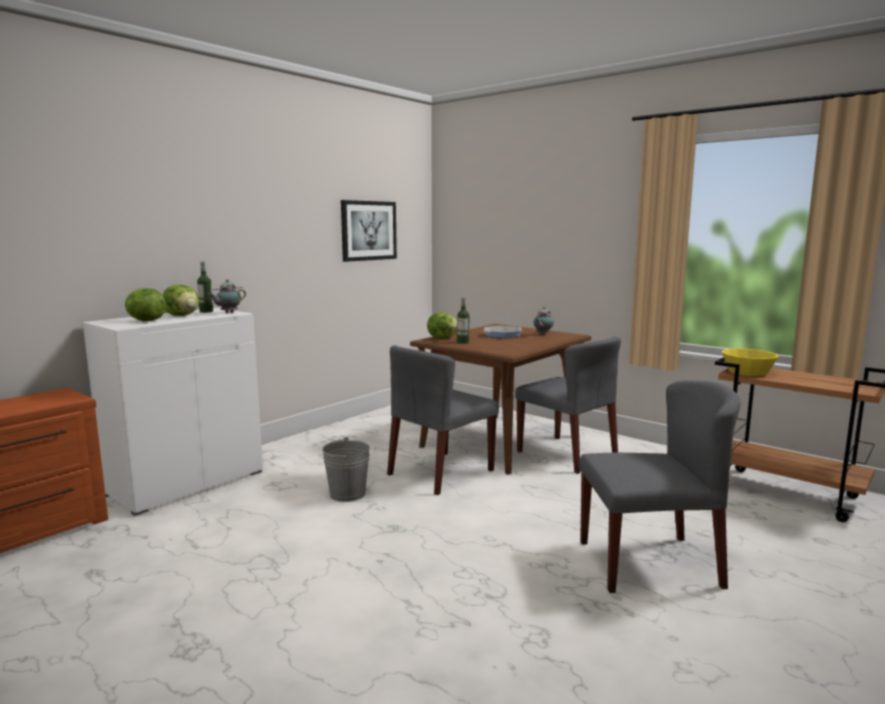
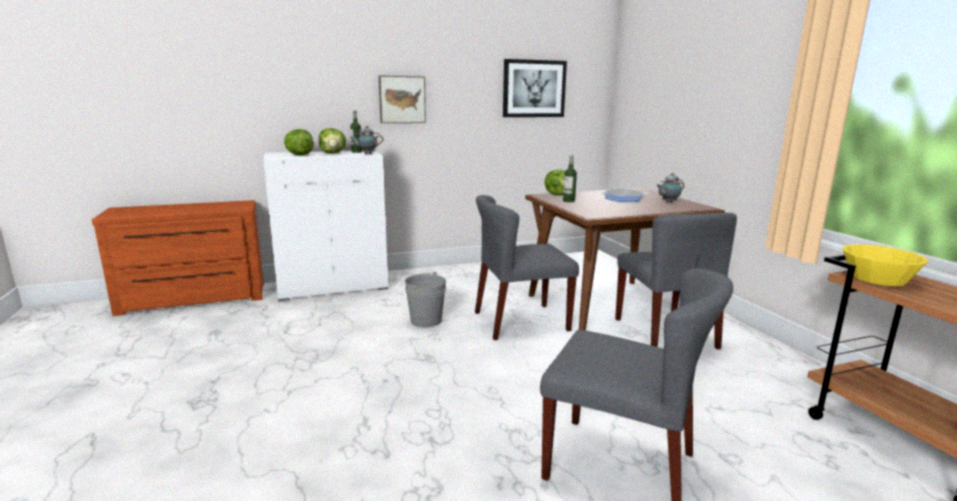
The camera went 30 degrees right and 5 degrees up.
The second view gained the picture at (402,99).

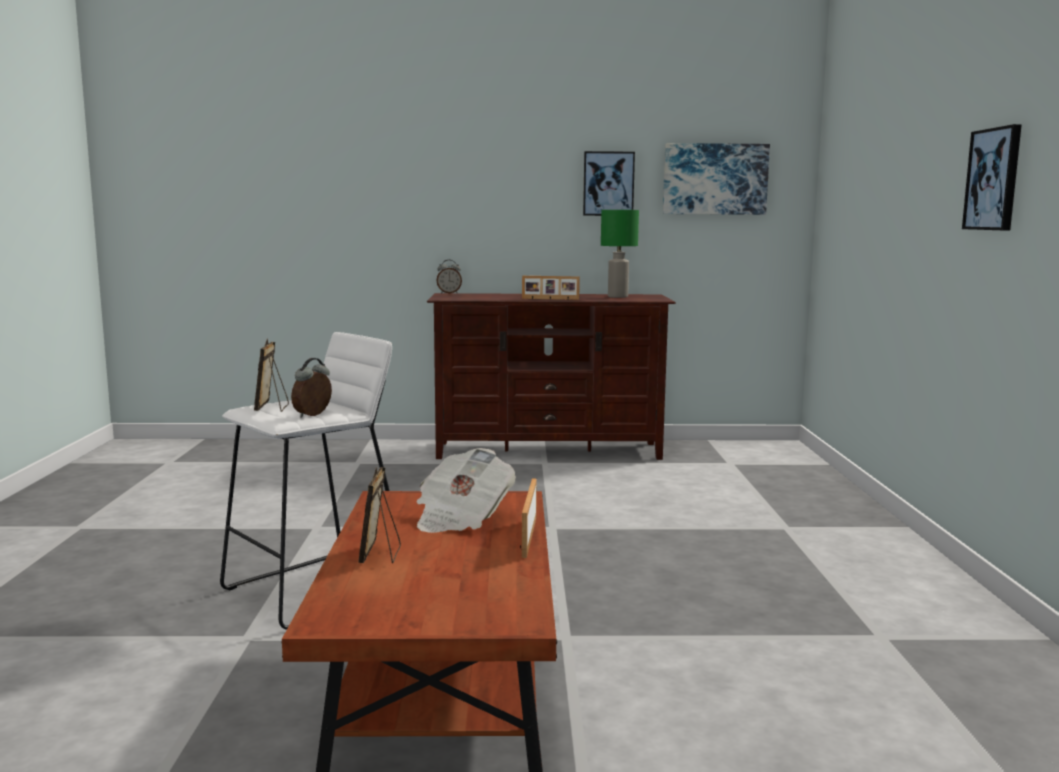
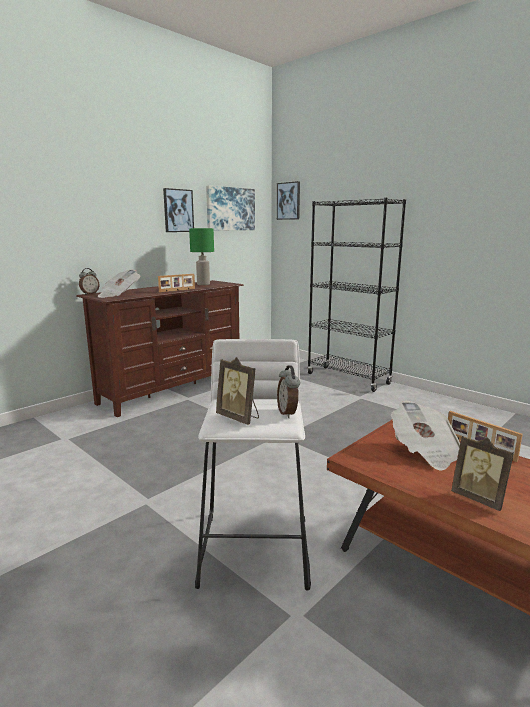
The camera went 45 degrees left and 5 degrees up.
The picture ended up elsewhere, having gone from (994,179) to (288,201).
The second view gained the newspaper at (119,295).
The second view gained the black-coloured_bookshelf at (348,379).

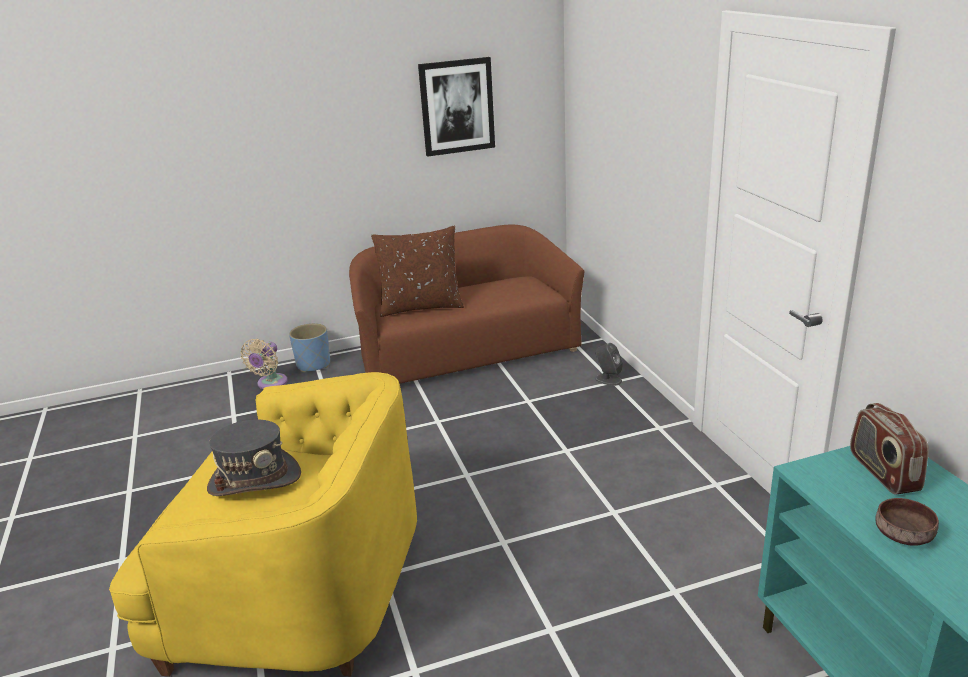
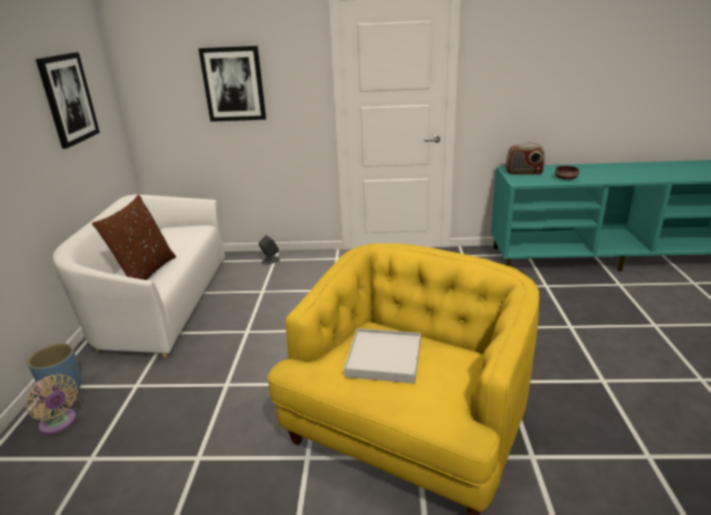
The camera went 70 degrees left and 0 degrees up.
Where the greyish_hat stood at (255,480), the white_tray came to stand at (384,358).
What was the brownish_sofa at (464,351) turned into the white_sofa at (160,303).
The second view gained the picture at (233,84).

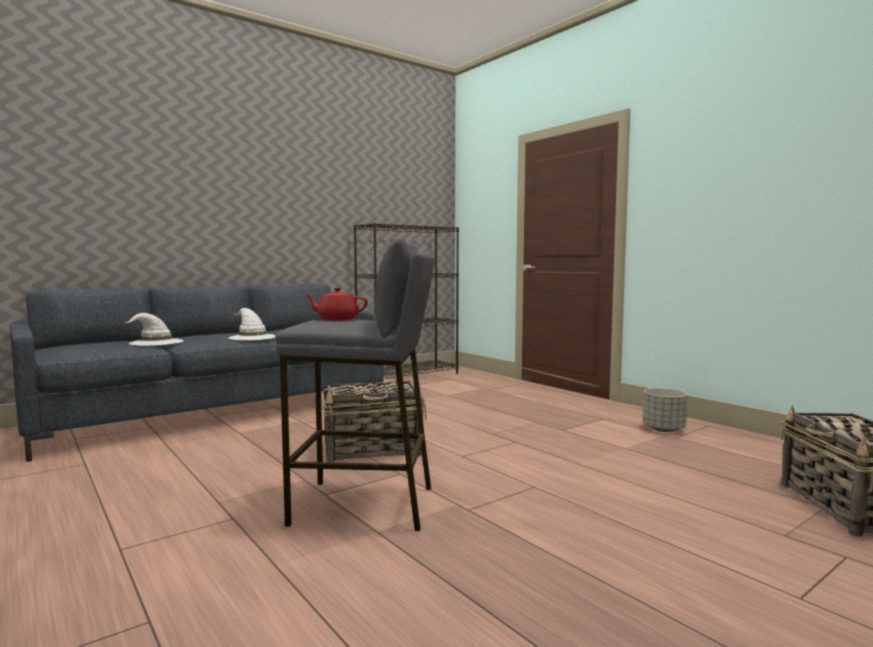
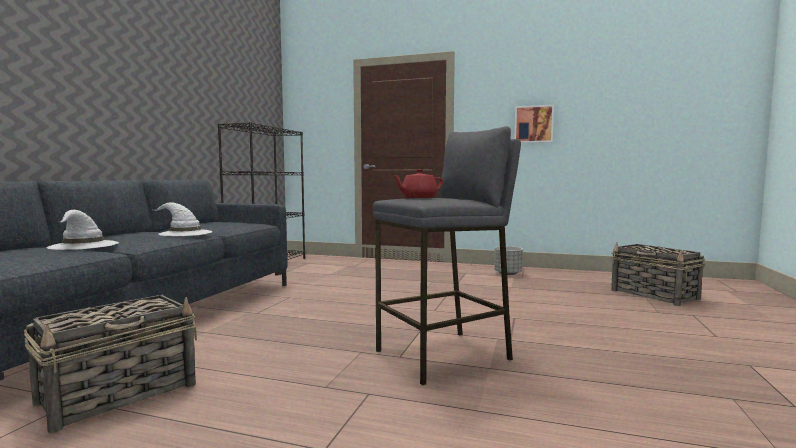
The camera went 35 degrees left and 0 degrees up.
The storage_basket ended up elsewhere, having gone from (374,450) to (120,393).
The second view gained the picture at (533,124).

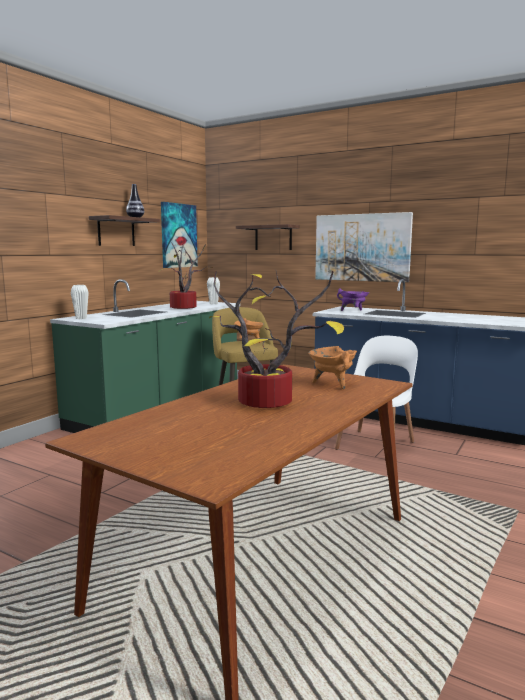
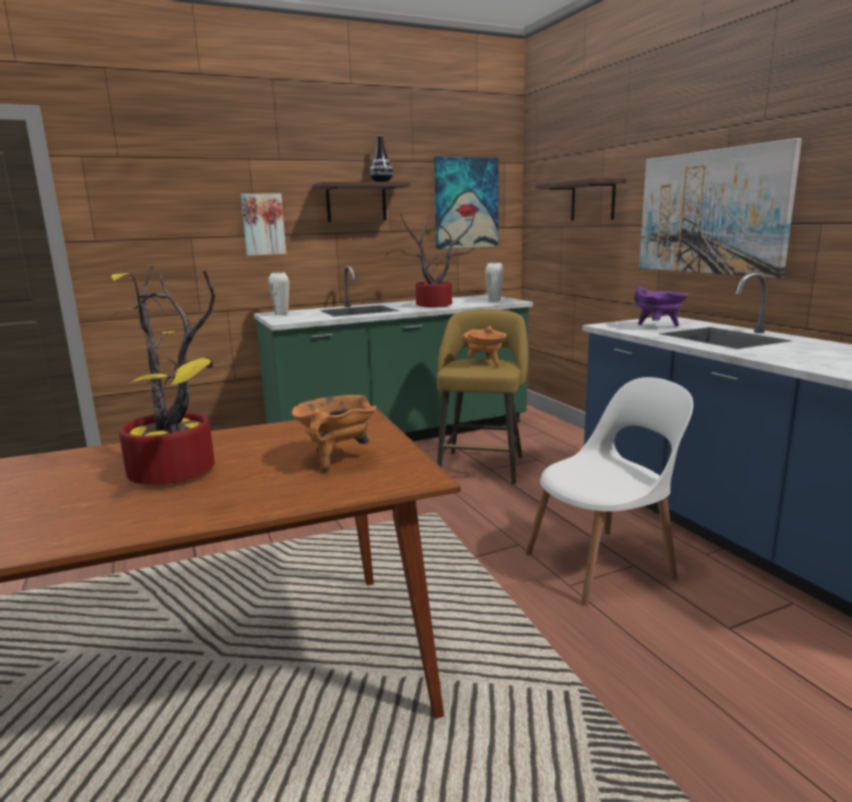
The camera went 35 degrees right and 5 degrees up.
The second view gained the picture at (263,224).

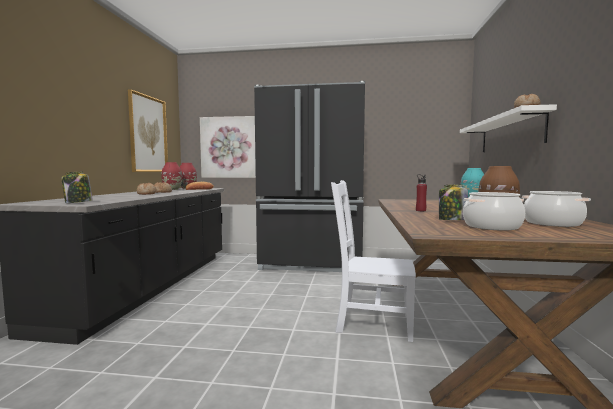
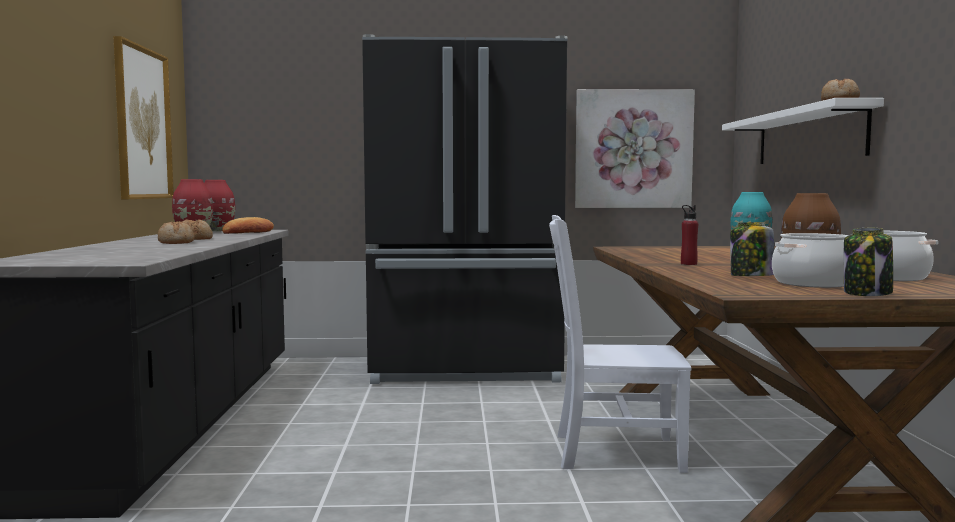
The camera went 10 degrees left and 0 degrees up.
The storage_jar ended up elsewhere, having gone from (78,202) to (867,293).
The picture ended up elsewhere, having gone from (230,147) to (633,149).

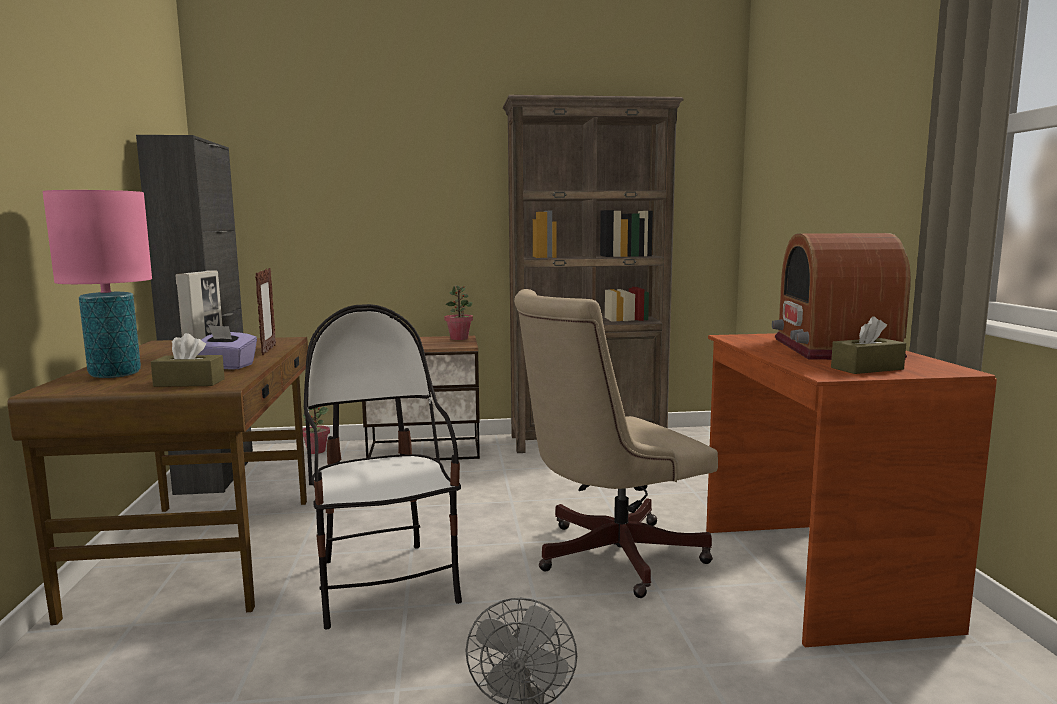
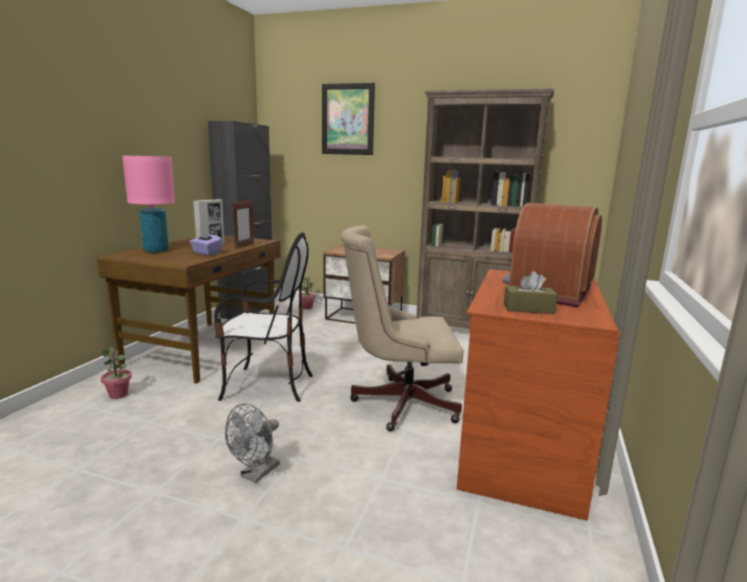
The camera went 25 degrees right and 5 degrees up.
The second view lost the brownish_tissue_box at (189,383).
The plain_chair at (385,583) ended up facing another way, 90 degrees clockwise from before.
The plant_in_a_pot ended up elsewhere, having gone from (459,338) to (118,395).
The second view gained the picture at (348,119).

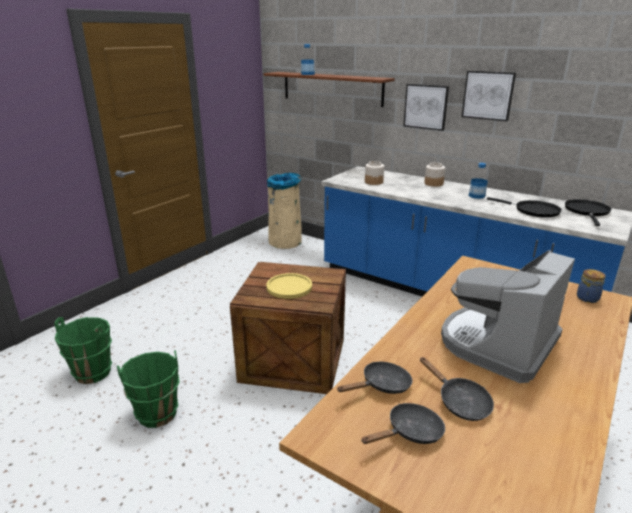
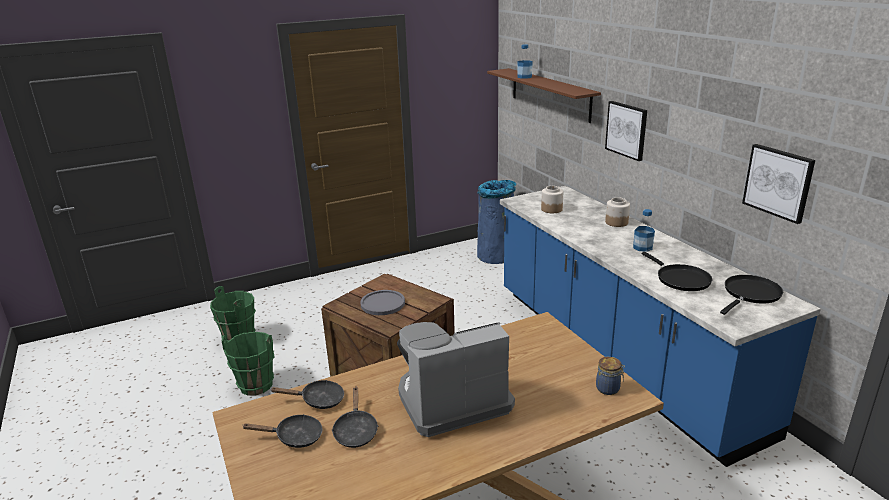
The camera went 30 degrees right and 0 degrees up.
What was the yellow_dinner_plate at (289,287) turned into the greyish_dinner_plate at (382,303).
What was the beige-coloured_waste_bin at (285,241) turned into the bluish_waste_bin at (496,255).
The picture ended up elsewhere, having gone from (488,95) to (778,182).

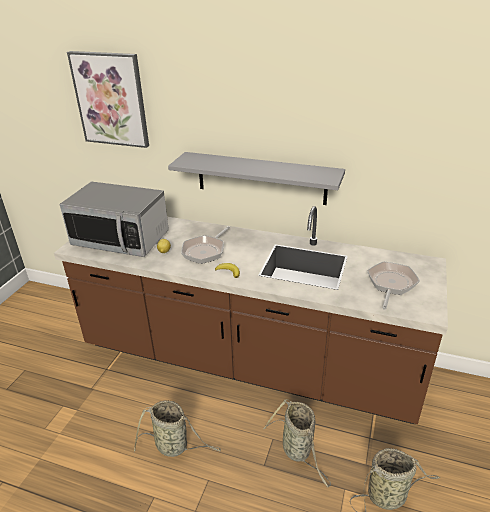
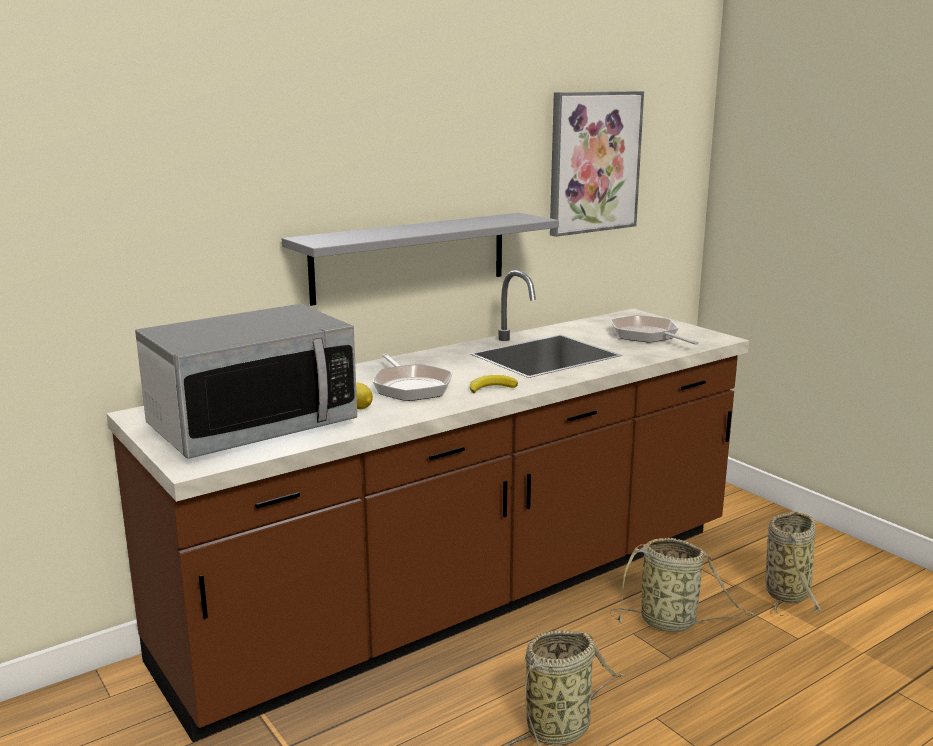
The camera went 55 degrees left and 15 degrees down.
The picture ended up elsewhere, having gone from (111,99) to (594,162).

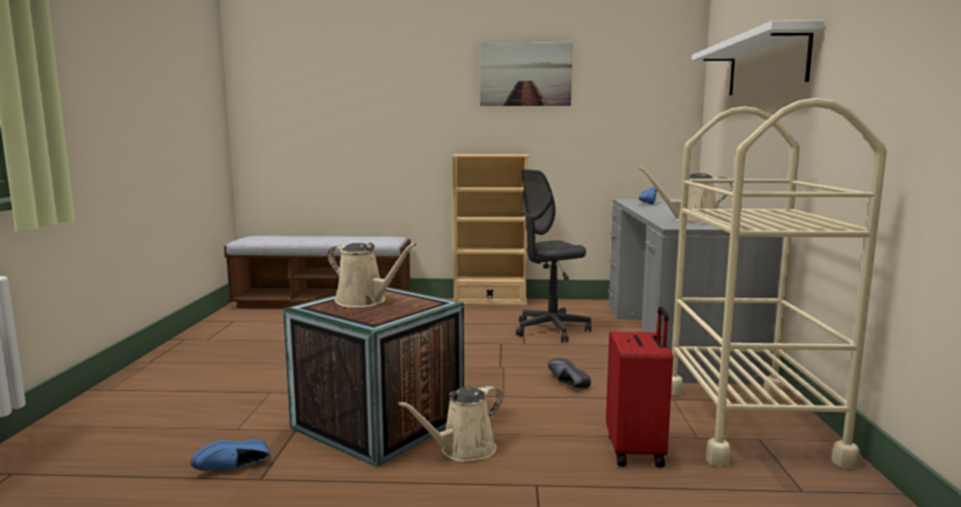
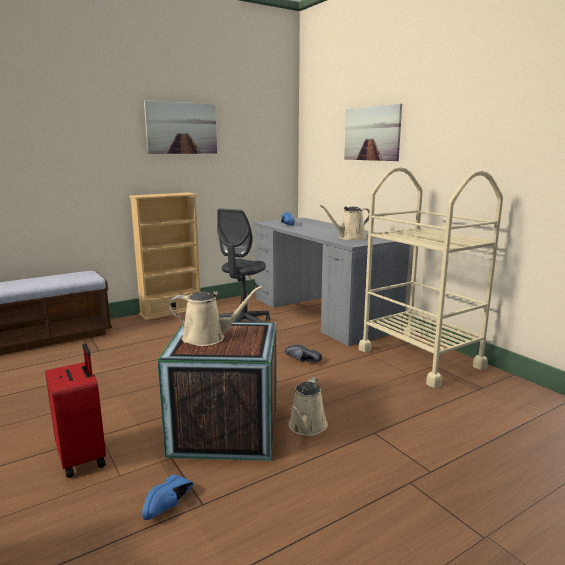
The camera went 35 degrees left and 5 degrees up.
The red_piece_of_luggage ended up elsewhere, having gone from (636,451) to (83,458).
Where the white_shelf hung at (766,65), the picture came to hang at (372,133).

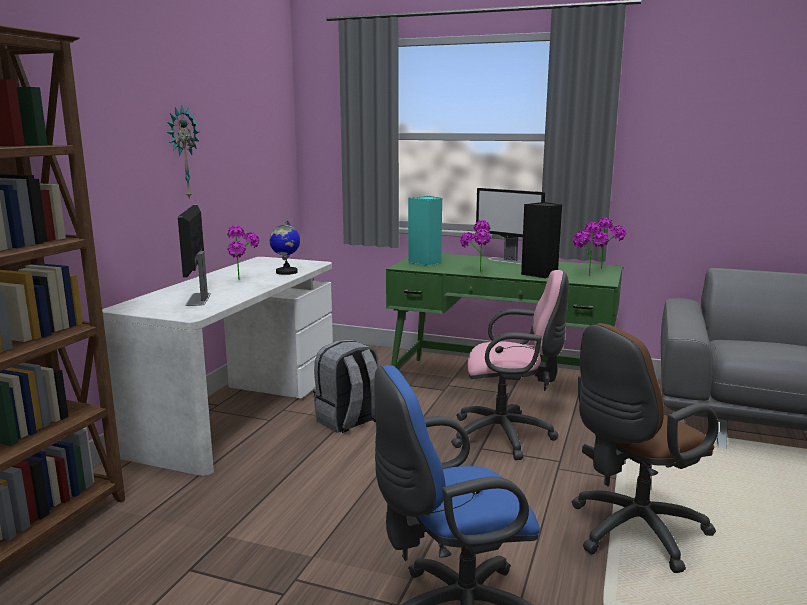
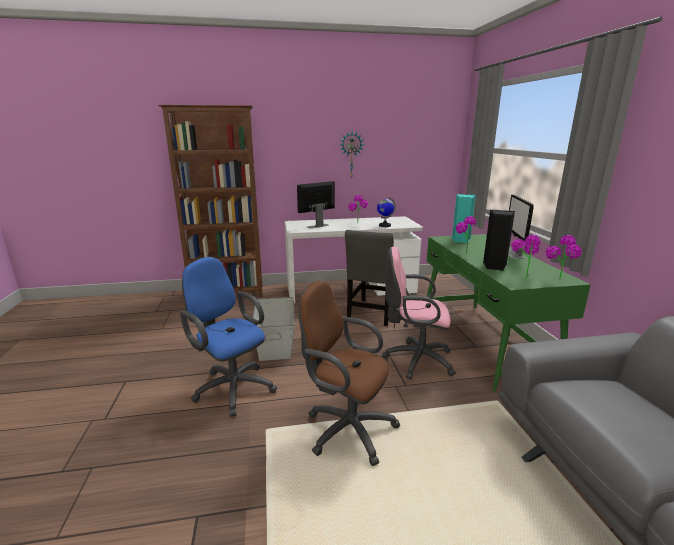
The camera went 60 degrees right and 5 degrees up.
Where the greyish_knapsack stood at (349,421), the greyish_plain_chair came to stand at (372,313).
The pink-coloured_computer_chair at (507,436) ended up facing another way, 120 degrees clockwise from before.
The second view gained the greyish_storage_bin at (276,342).

